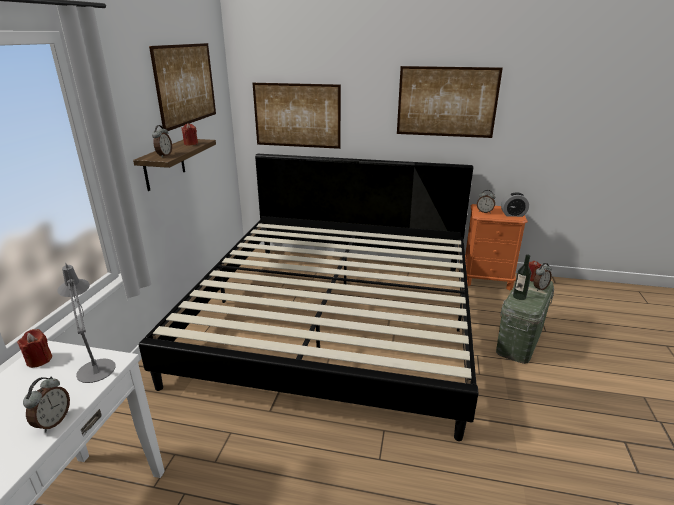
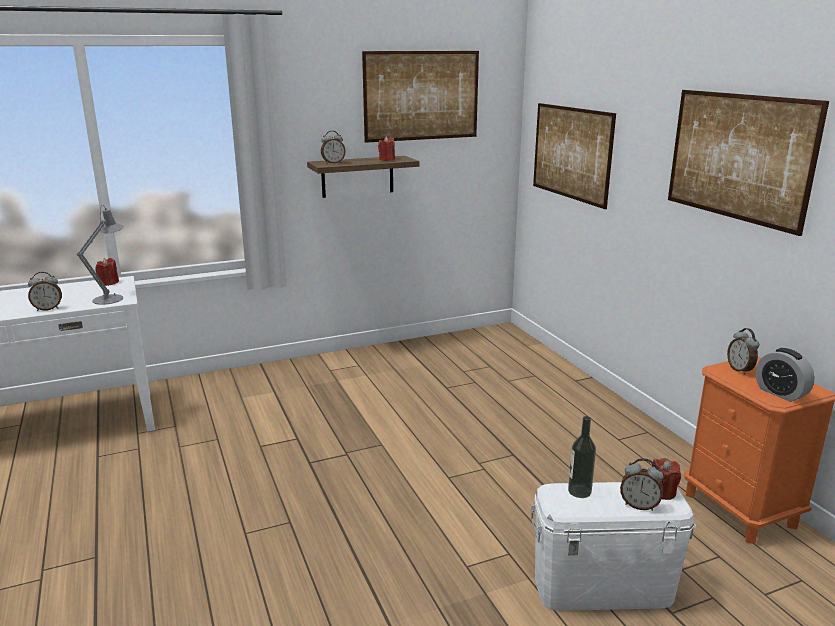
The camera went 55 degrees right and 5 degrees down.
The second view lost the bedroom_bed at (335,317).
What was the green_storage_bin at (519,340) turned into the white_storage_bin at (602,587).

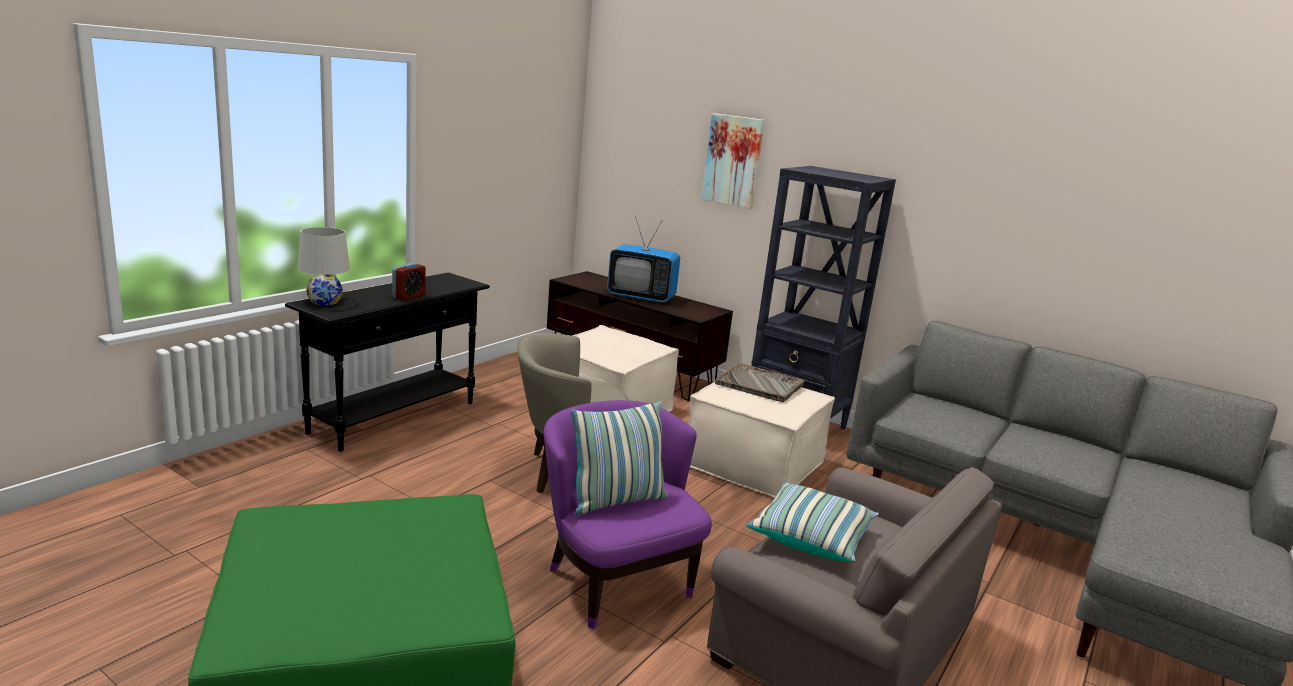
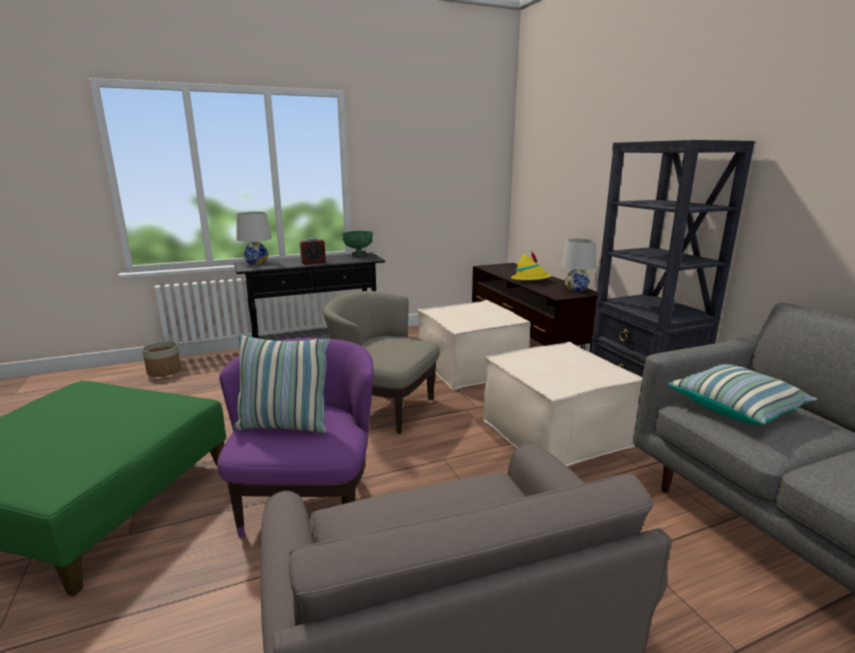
The camera went 35 degrees right and 0 degrees up.
Where the TV_set stood at (641,297), the yellow_hat came to stand at (530,280).
The second view lost the picture at (733,160).
The second view lost the greyish_tray at (760,384).
The pillow ended up elsewhere, having gone from (811,537) to (736,407).
The second view gained the flower_pot at (164,371).
The second view gained the green_serving_bowl at (358,254).
The second view gained the white_lamp_for_a_table at (575,289).

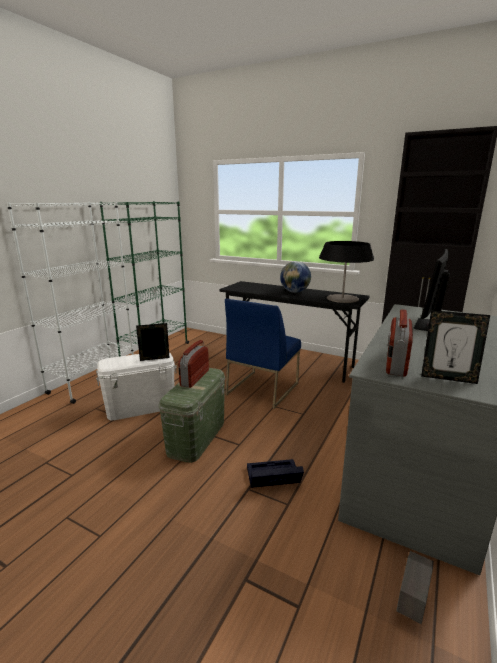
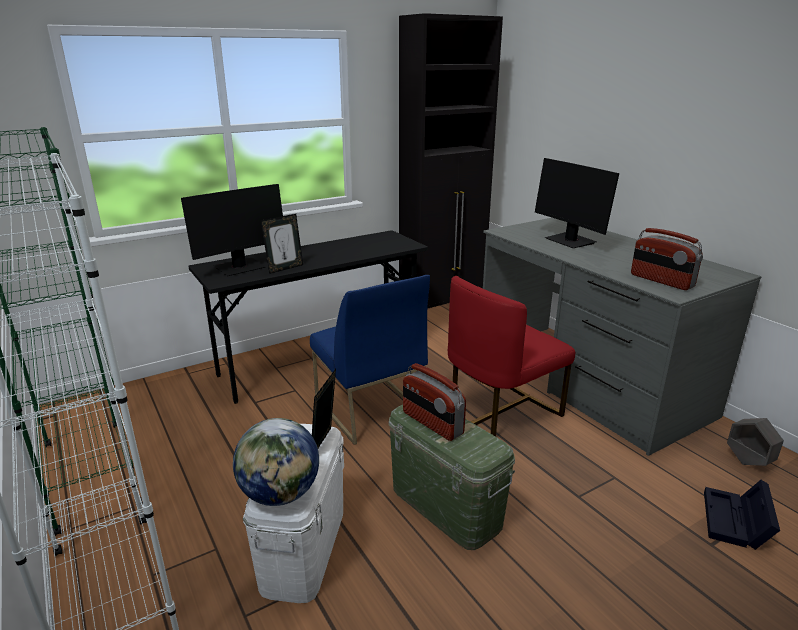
The camera went 60 degrees left and 5 degrees up.
The black-coloured_storage_bin ended up elsewhere, having gone from (272,479) to (736,523).
The globe ended up elsewhere, having gone from (295,292) to (280,494).
The second view lost the lamp_for_a_table at (342,298).
The photo_frame ended up elsewhere, having gone from (448,378) to (284,268).
The second view gained the computer_screen at (240,268).
The second view gained the red_plain_chair at (501,411).

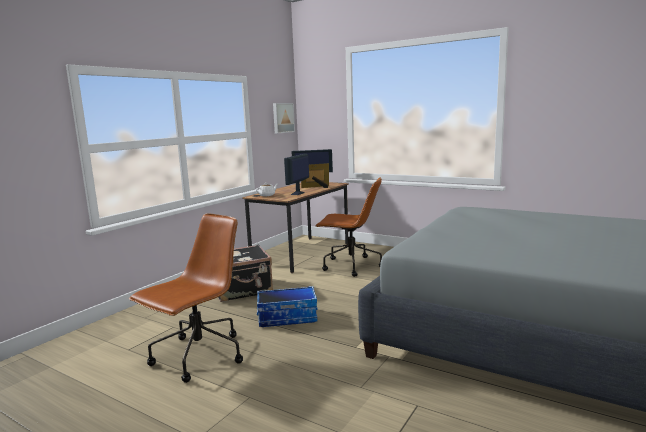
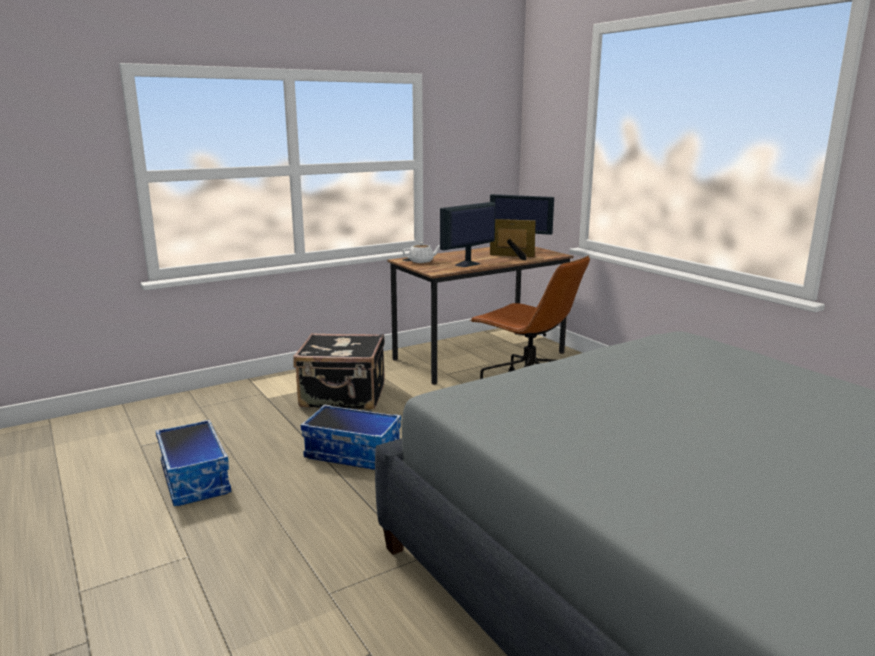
The camera went 25 degrees right and 5 degrees up.
Where the brownish_computer_chair stood at (198,357), the storage_bin came to stand at (196,479).
The second view lost the picture at (282,118).

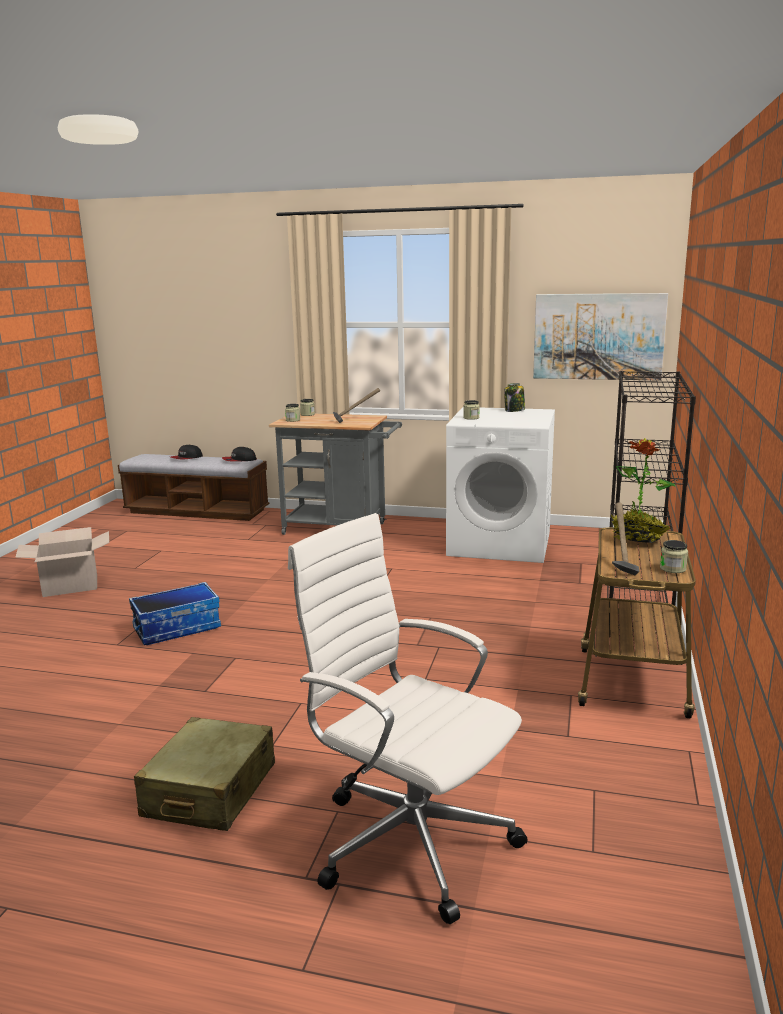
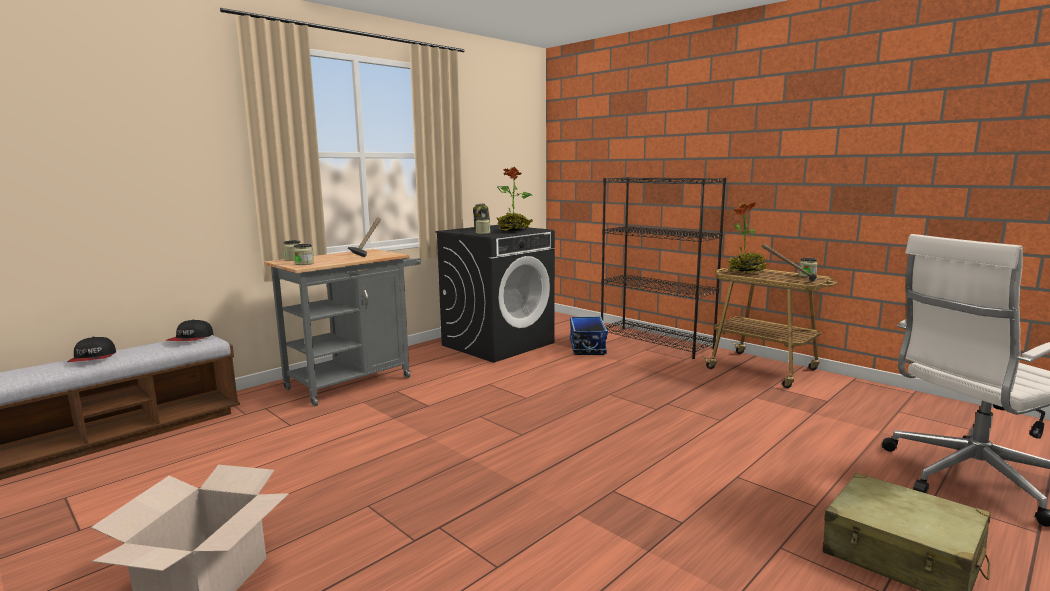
The camera went 60 degrees left and 5 degrees down.
The storage_bin ended up elsewhere, having gone from (177,628) to (586,346).
What was the white_laundry_appliance at (500,544) turned into the black-coloured_laundry_appliance at (498,344).
The second view lost the picture at (598,336).
The second view gained the plant_in_a_pot at (514,230).

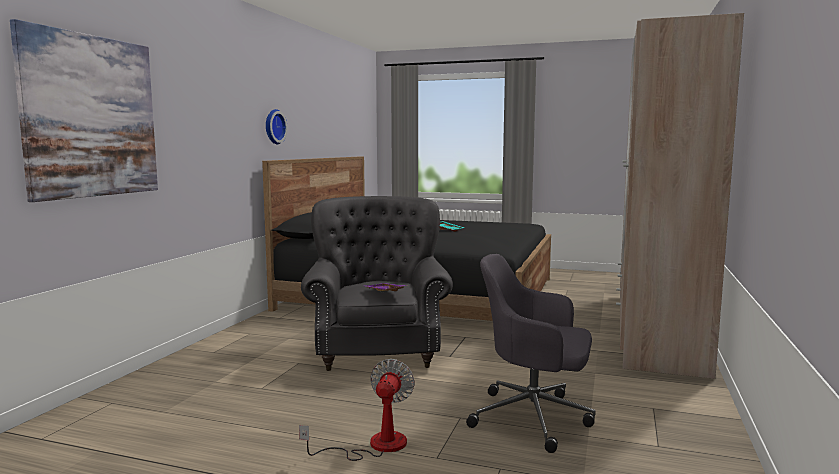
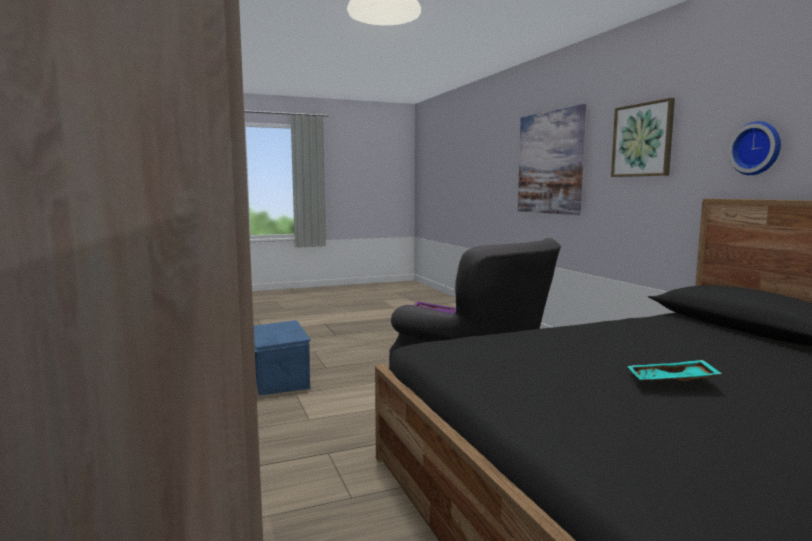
The camera went 140 degrees right and 0 degrees up.
The second view lost the fan at (374,446).
Where the greyish_computer_chair stood at (534,418), the bluish_storage_bin came to stand at (278,378).
The second view gained the picture at (642,140).

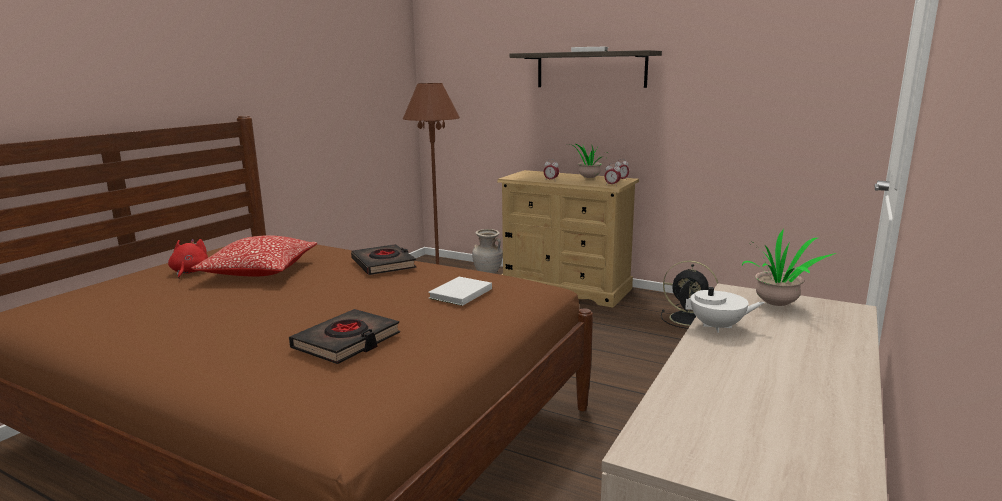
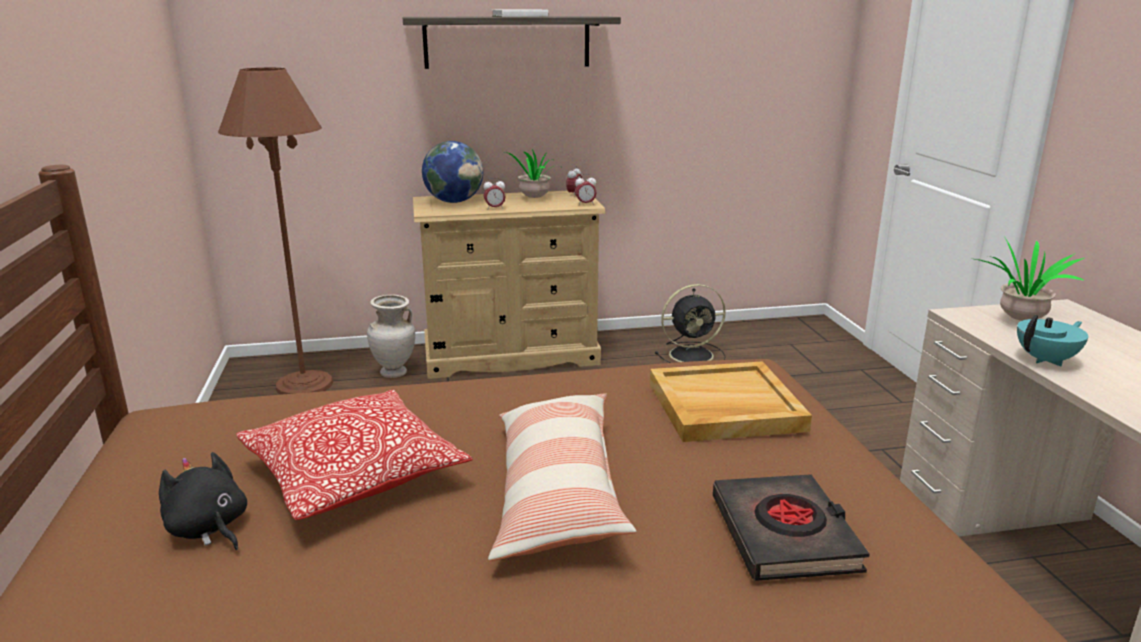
The camera went 40 degrees left and 5 degrees up.
What was the red_cuddly_toy at (189,272) turned into the black-coloured_cuddly_toy at (208,529).
The second view lost the black-coloured_book at (384,264).
Where the white_book stood at (459,294), the beige-coloured_tray came to stand at (724,407).
What was the white_tea_pot at (717,327) turned into the turquoise_tea_pot at (1046,360).
The second view gained the globe at (454,201).
The second view gained the pillow at (557,492).

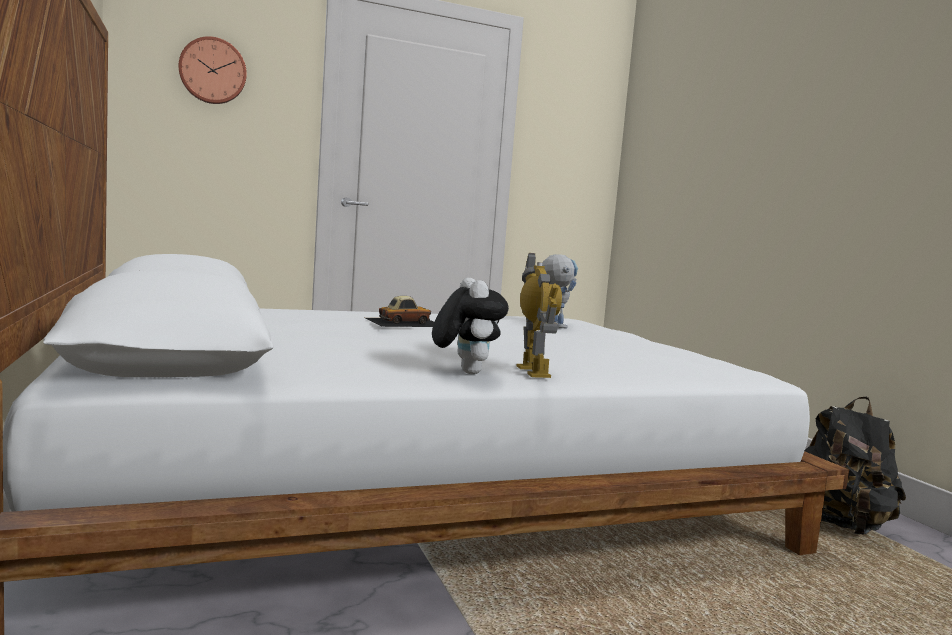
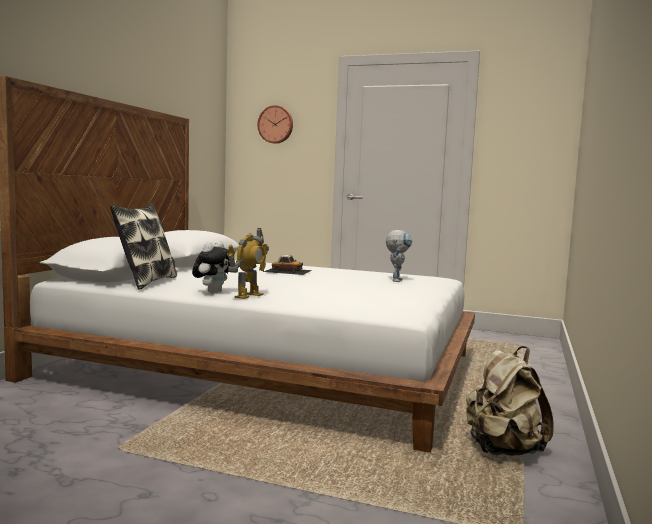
The camera went 40 degrees right and 0 degrees up.
What was the black-coloured_knapsack at (840,526) turned into the beige-coloured_knapsack at (503,450).
The second view gained the pillow at (146,282).

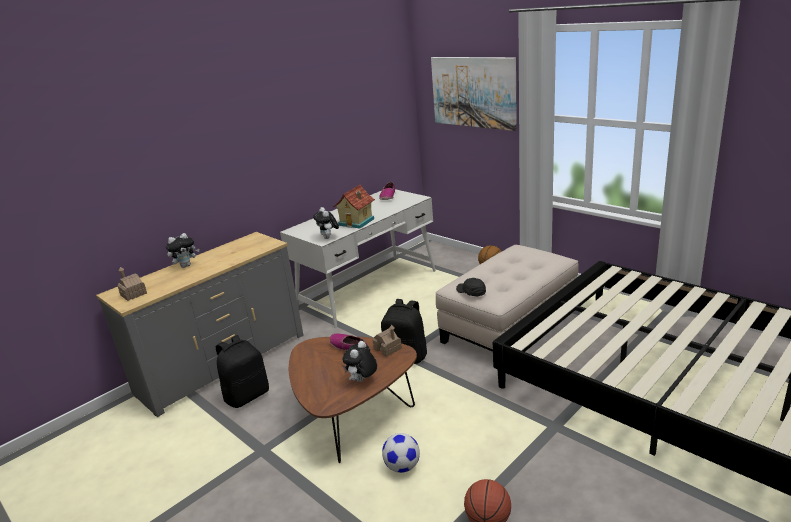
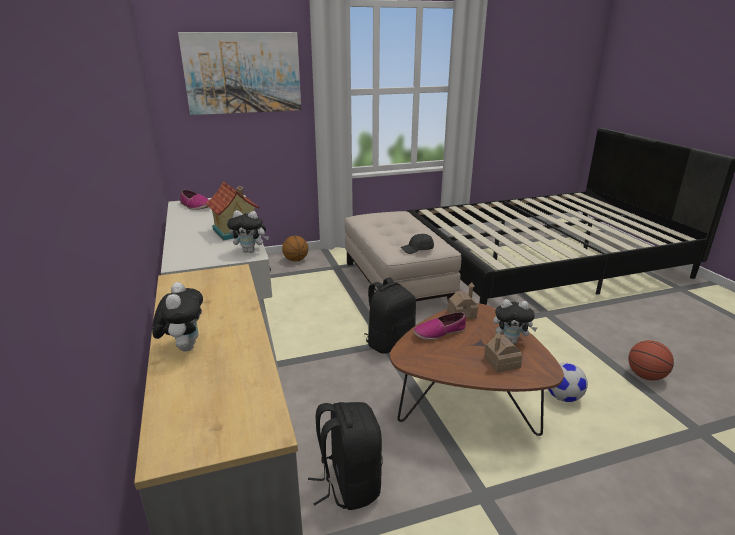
The camera went 65 degrees left and 0 degrees up.
The miniature_house ended up elsewhere, having gone from (133,294) to (501,363).
The cuddly_toy at (362,380) ended up facing another way, 45 degrees counterclockwise from before.

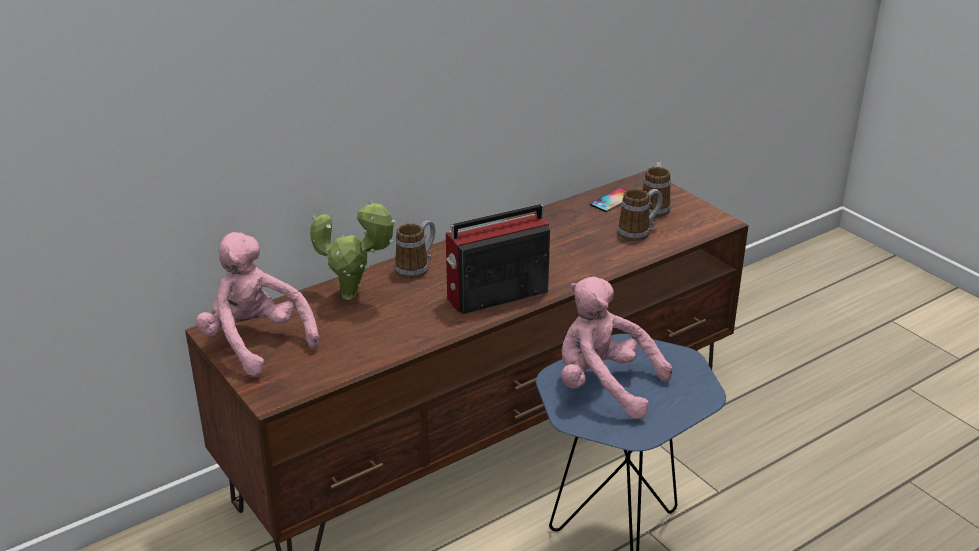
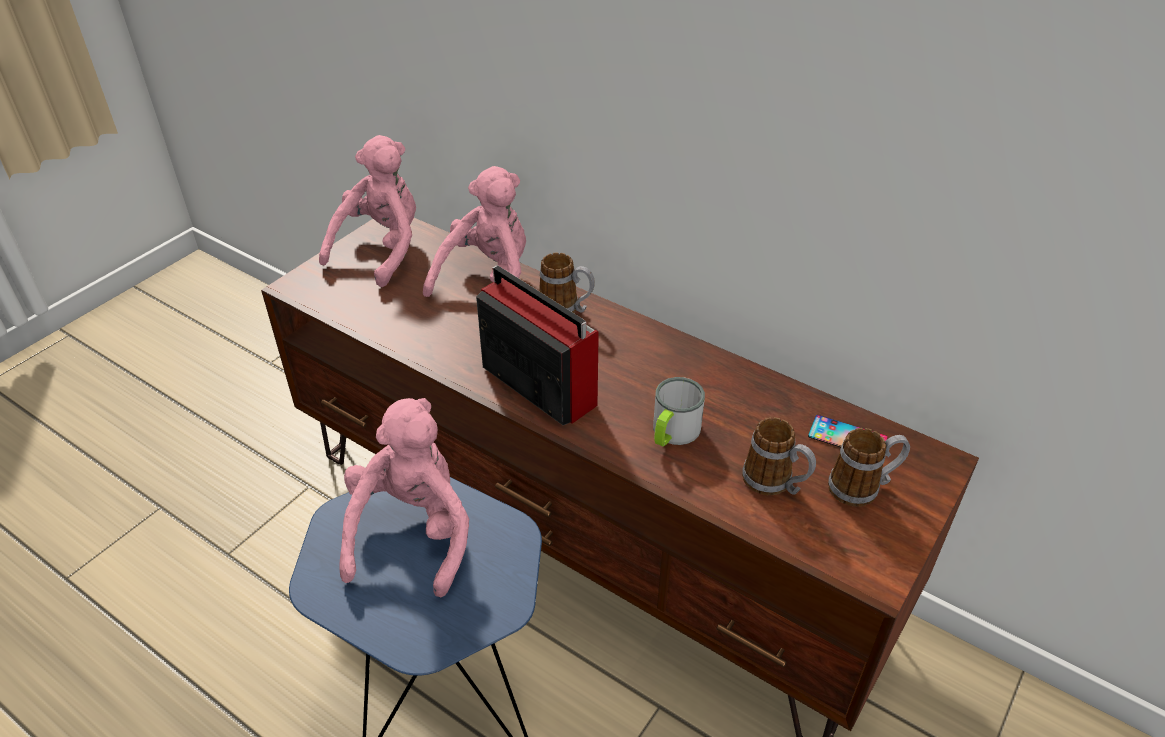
The camera went 70 degrees right and 10 degrees up.
Where the plant_in_a_pot stood at (354,296), the pink-coloured_cuddly_toy came to stand at (487,283).
The second view gained the mug at (672,433).

